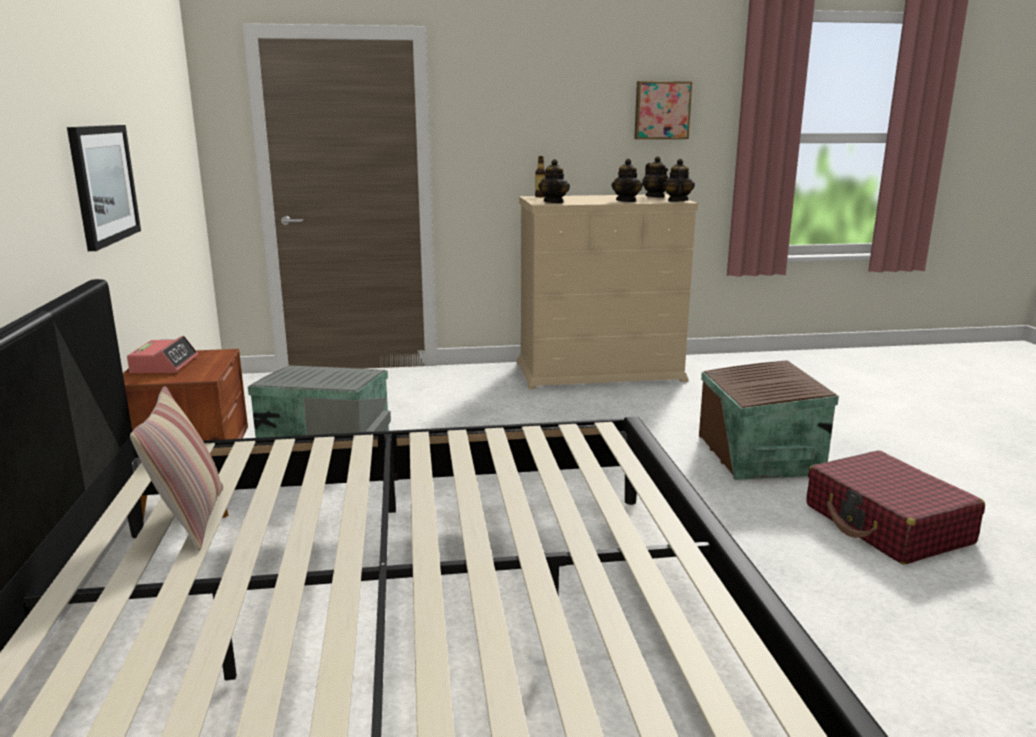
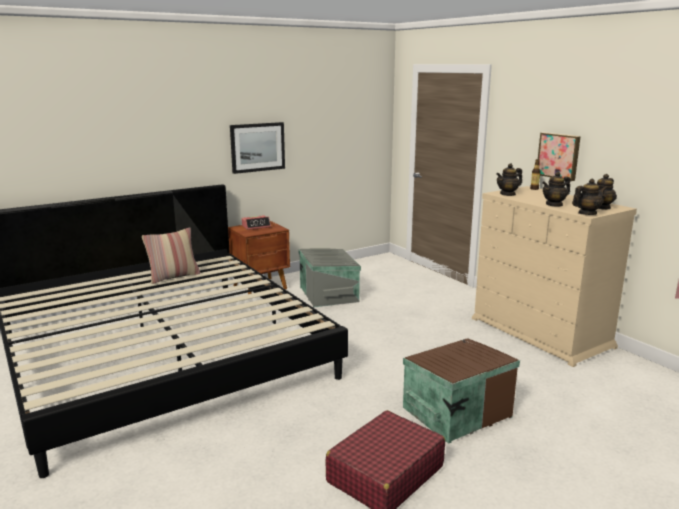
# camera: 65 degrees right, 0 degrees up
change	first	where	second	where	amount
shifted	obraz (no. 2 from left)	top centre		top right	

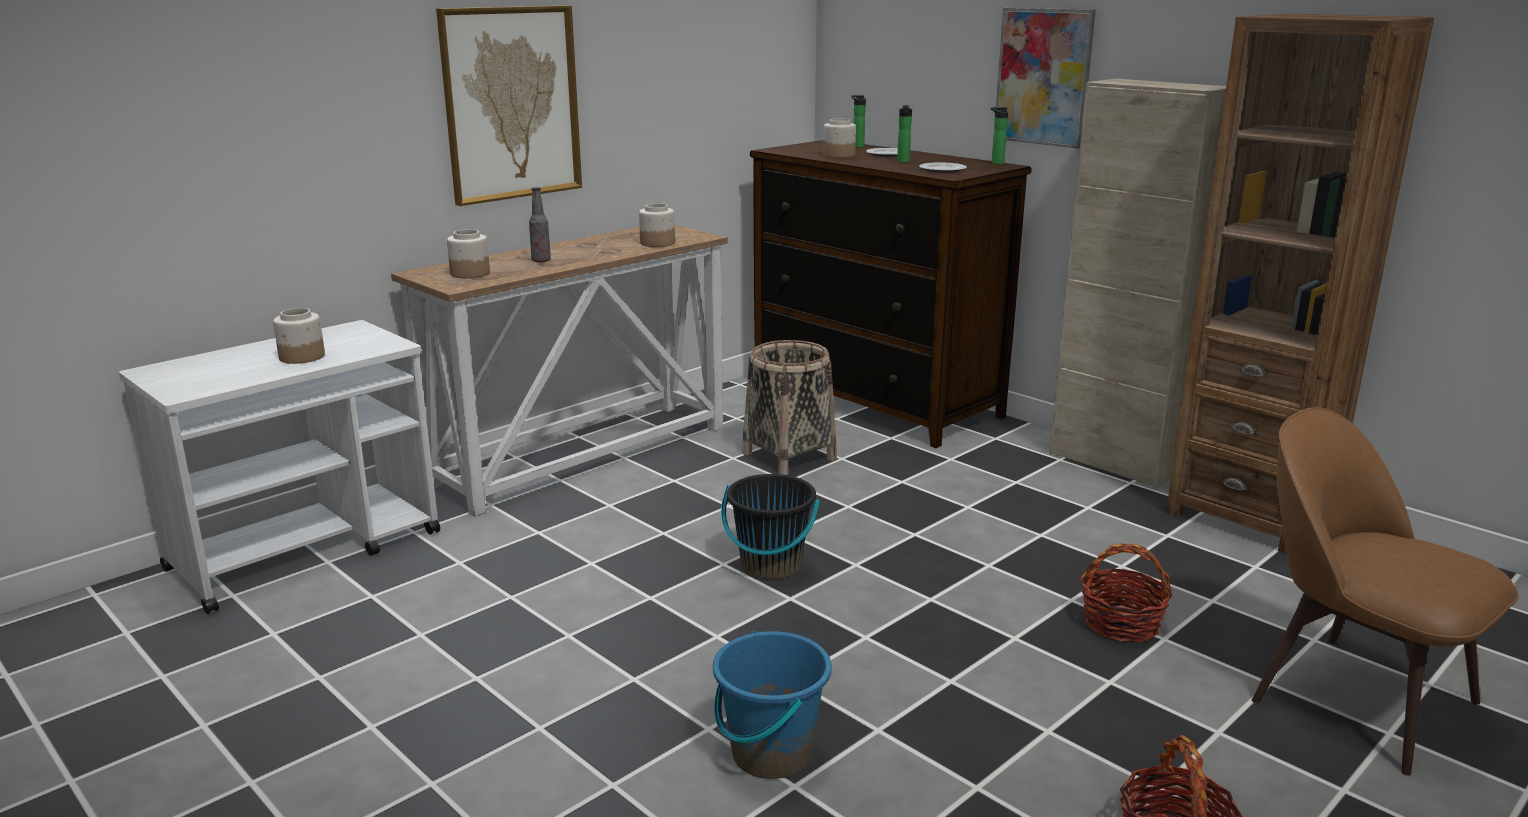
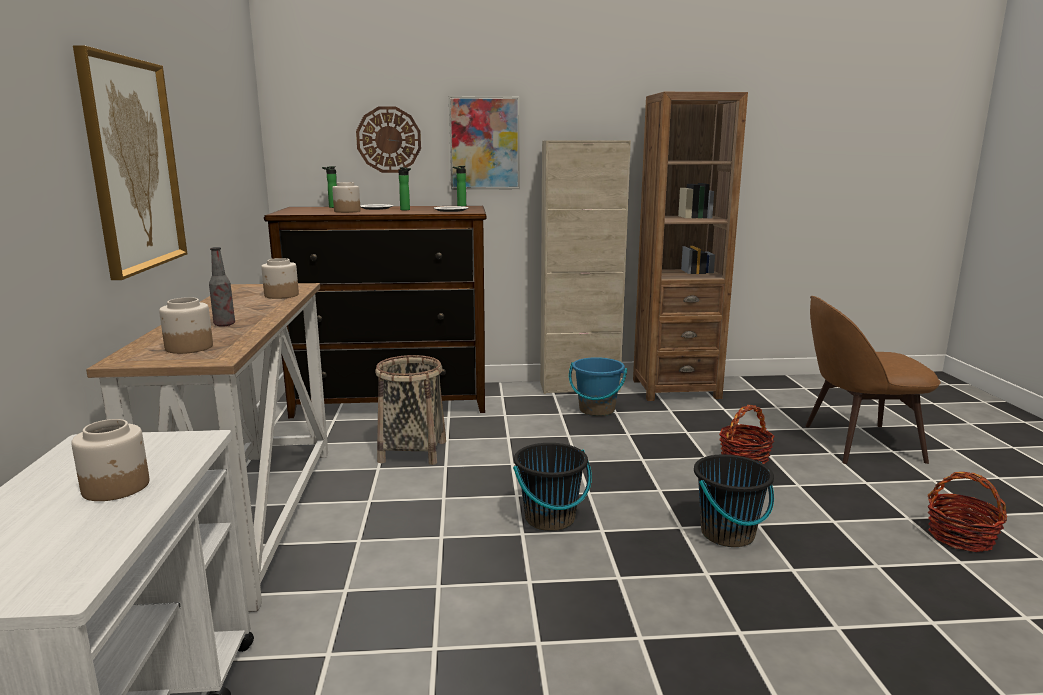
# camera: 50 degrees left, 5 degrees down
change	first	where	second	where	amount
new			zegar ścienny	top centre	
shifted	wiadro (niebieski)	bottom centre		centre	
new			wiadro (czarny) (no. 2 from left)	bottom right	

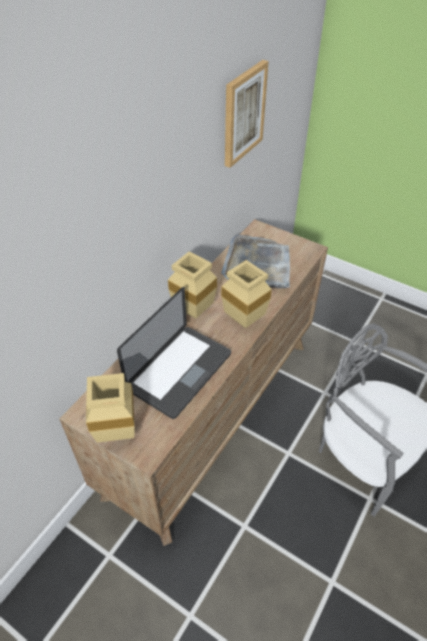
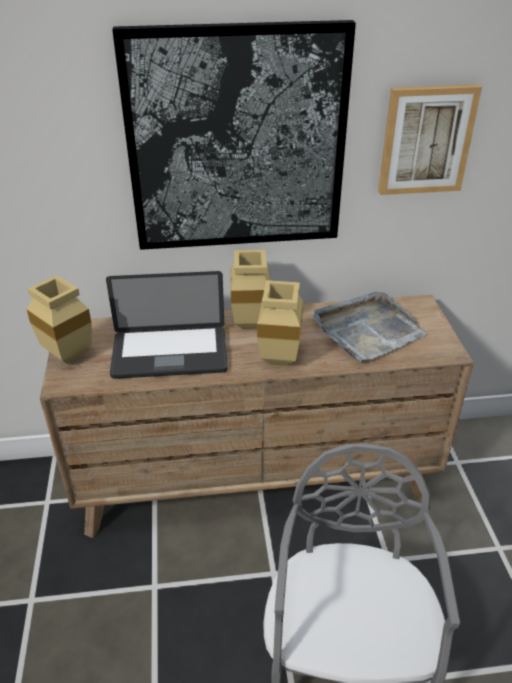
# camera: 50 degrees right, 10 degrees down
change	first	where	second	where	amount
new			obraz (no. 1 from left)	top centre	

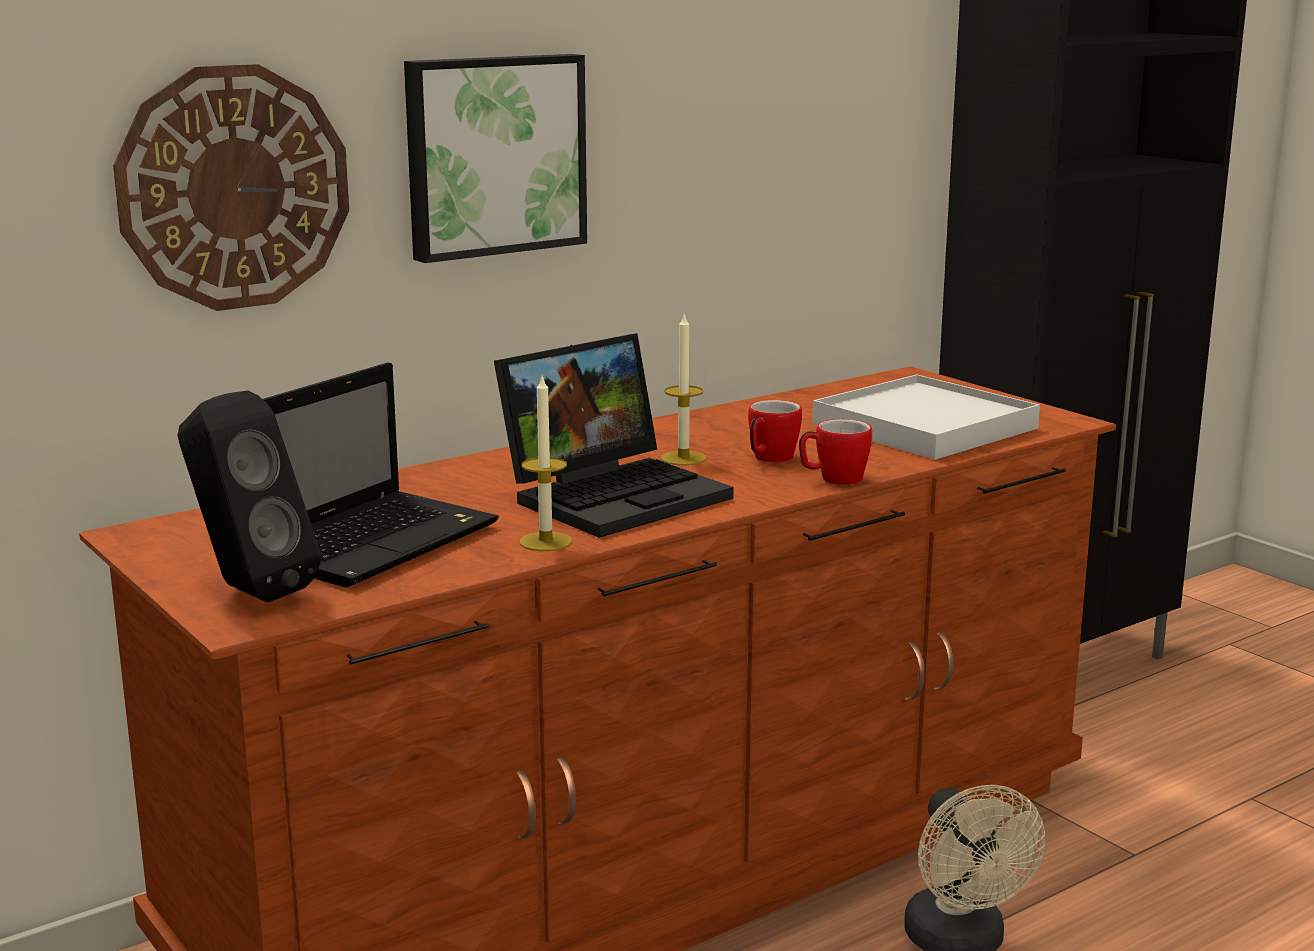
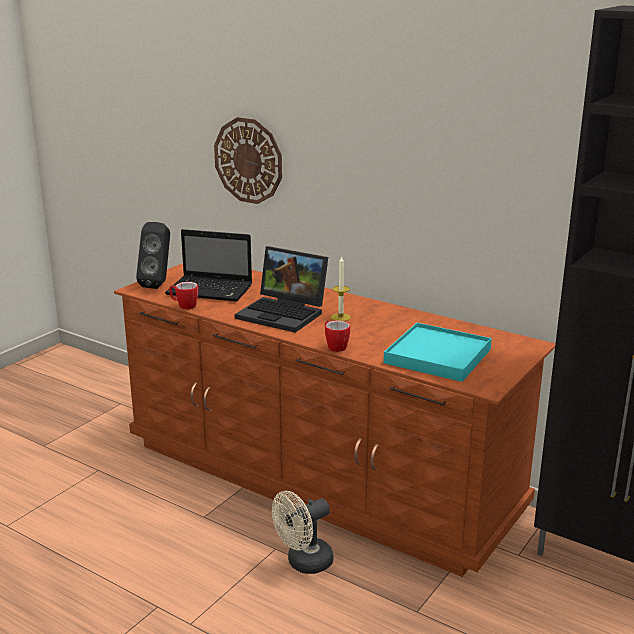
# camera: 70 degrees right, 5 degrees up
change	first	where	second	where	amount
shifted	kubek (no. 1 from left)	centre		middle left	
repainted	taca (biały)	middle right	taca (turkusowy)	middle right	
gone	obraz	top centre			
gone	świeca (no. 1 from left)	centre			

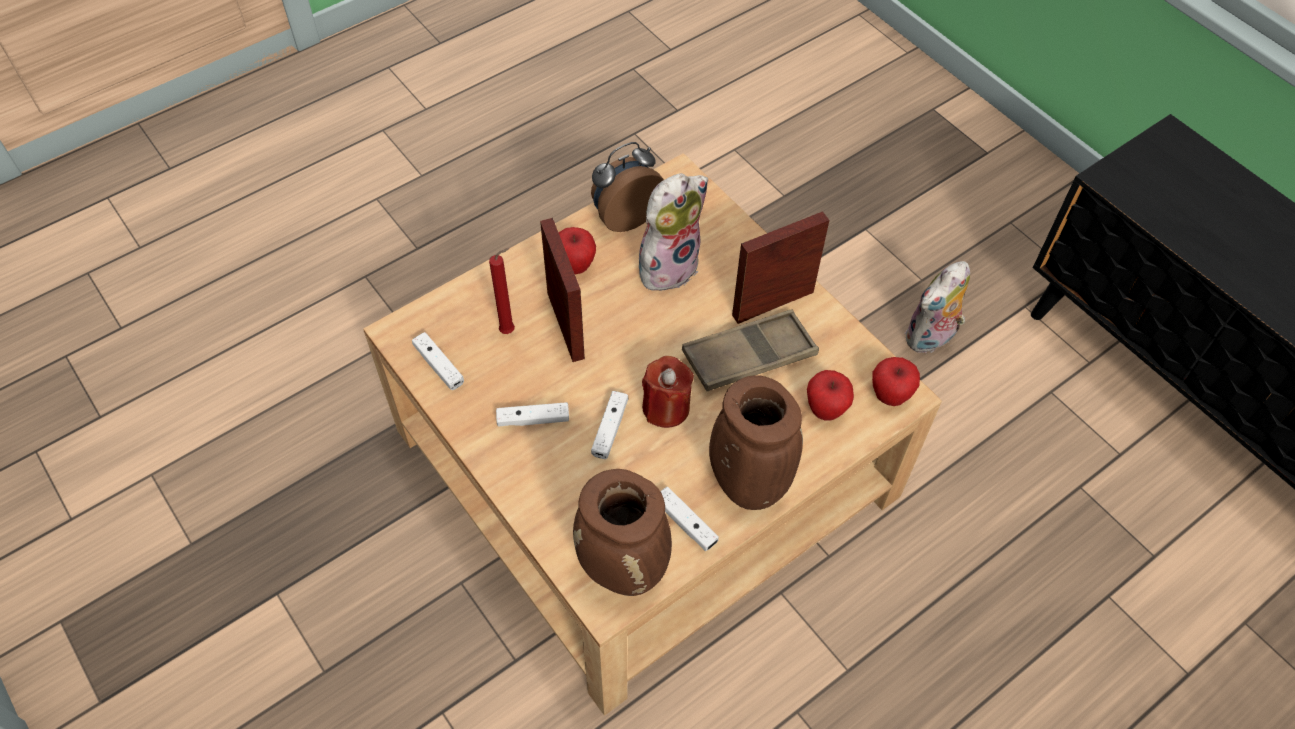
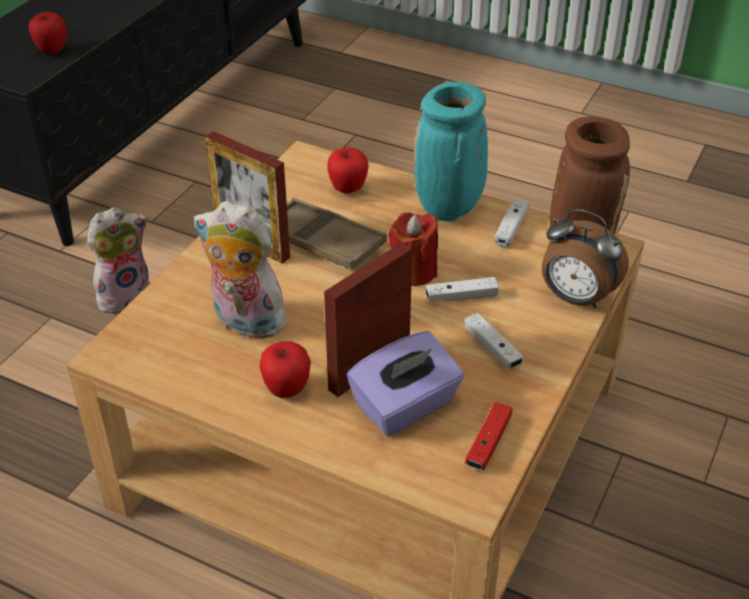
# camera: 115 degrees left, 15 degrees down
change	first	where	second	where	amount
shifted	jabłko (no. 3 from left in the first image)	middle right	jabłko (no. 1 from left)	top left	
rotated	pluszak (no. 2 from left in the first image)	middle right	pluszak (no. 1 from left)	middle left	60 degrees counterclockwise
swapped	świeca (czerwony) (no. 1 from left)	centre	pudełko chusteczek (fioletowy)	centre	
repainted	wazon (brązowy) (no. 2 from left)	centre	wazon (turkusowy)	top centre	
repainted	pad do gier (biały) (no. 1 from left)	centre	pad do gier (czerwony)	bottom centre	
shifted	budzik	top centre		middle right	

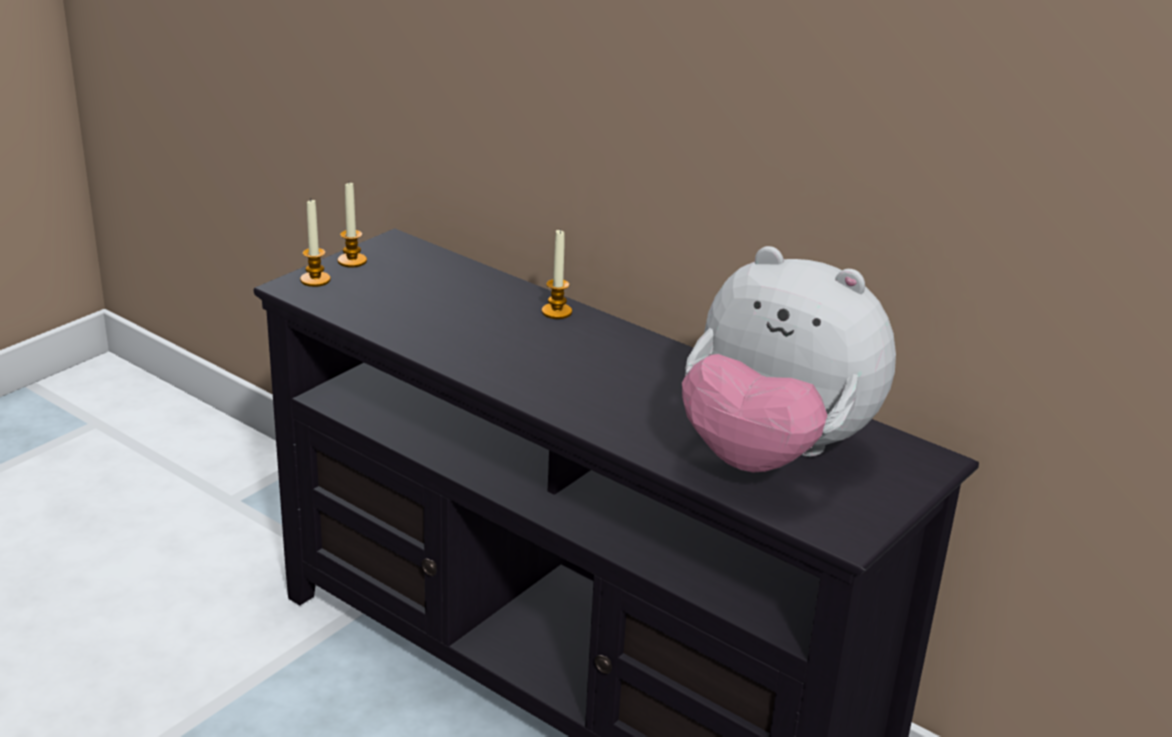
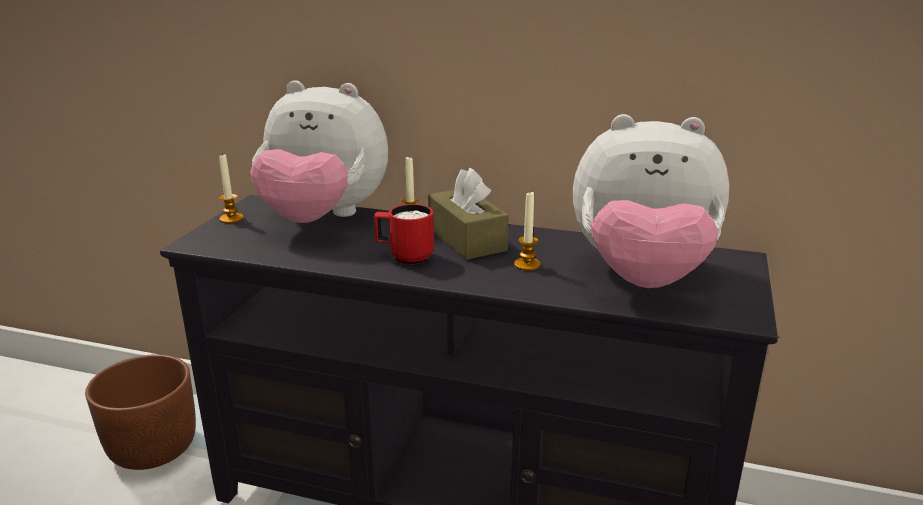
# camera: 20 degrees left, 5 degrees down
change	first	where	second	where	amount
new			donica (brązowy)	bottom left	
new			pluszak (no. 1 from left)	top centre	
new			kubek (czerwony)	centre	
new			pudełko chusteczek (brązowy)	centre	
shifted	świeca (no. 1 from left in the first image)	top left	świeca (no. 3 from left)	centre	

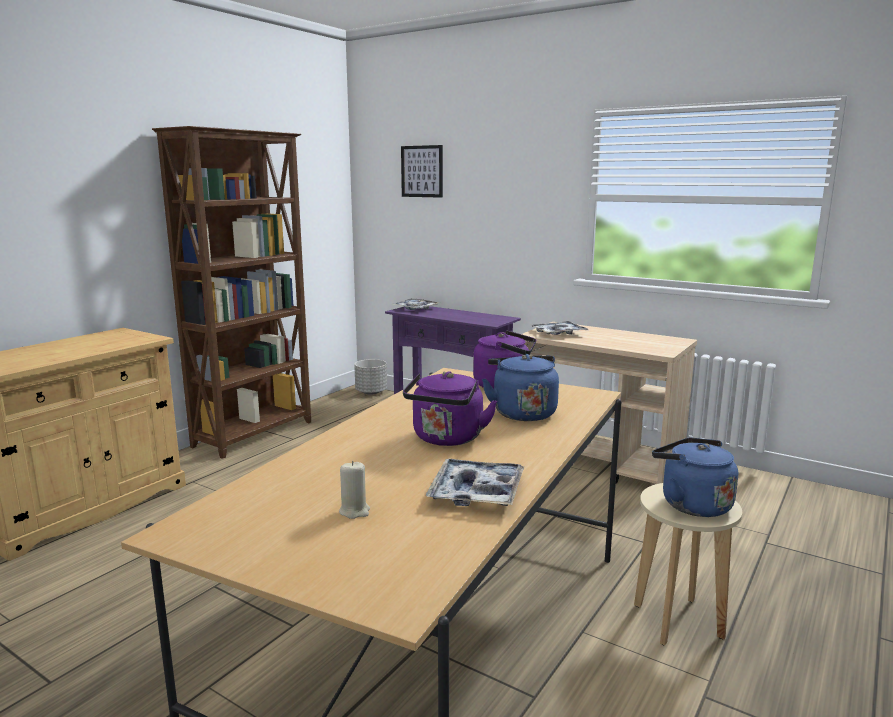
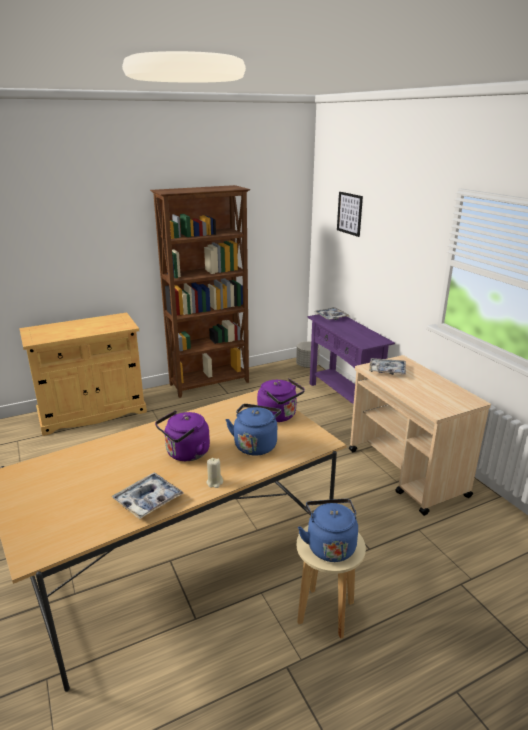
# camera: 30 degrees right, 10 degrees up
change	first	where	second	where	amount
shifted	świeca (beżowy)	bottom centre		centre	

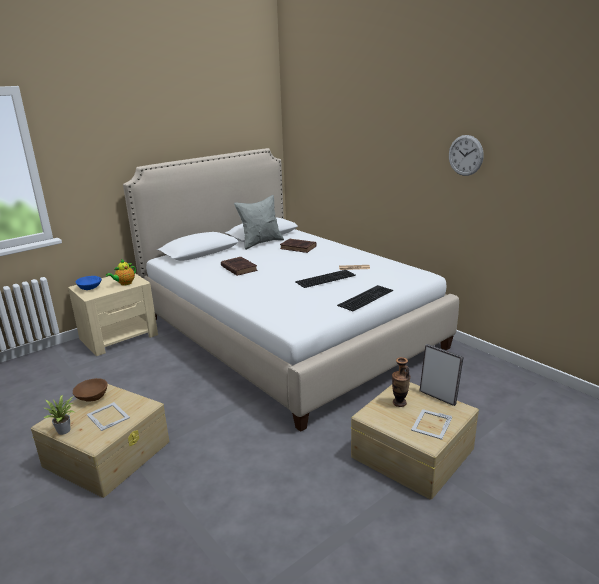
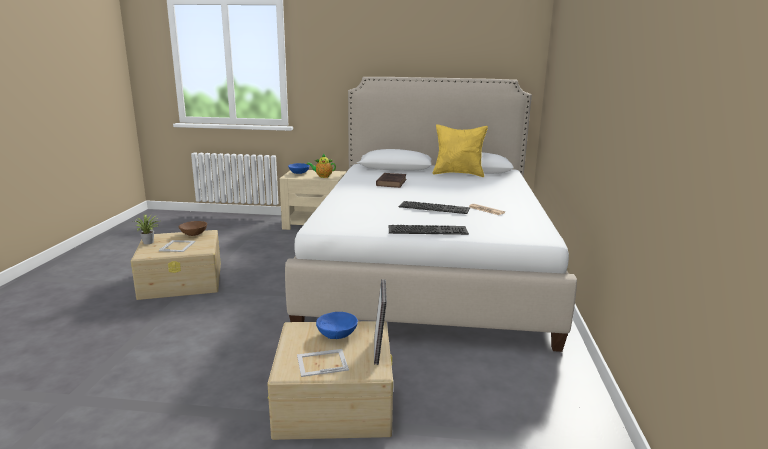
# camera: 45 degrees right, 5 degrees down
change	first	where	second	where	amount
swapped	wazon	middle right	miska (niebieski) (no. 2 from left)	bottom centre	
repainted	poduszka (szary)	centre	poduszka (żółty)	centre	
gone	książka (brązowy) (no. 2 from left)	centre			
gone	zegar ścienny	top right			

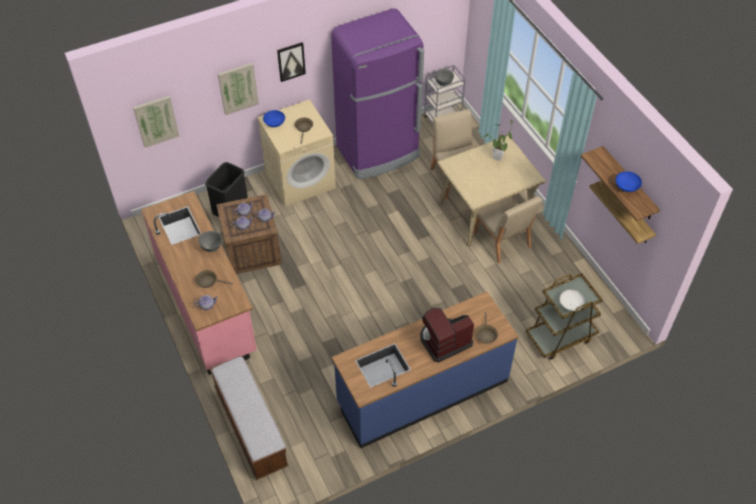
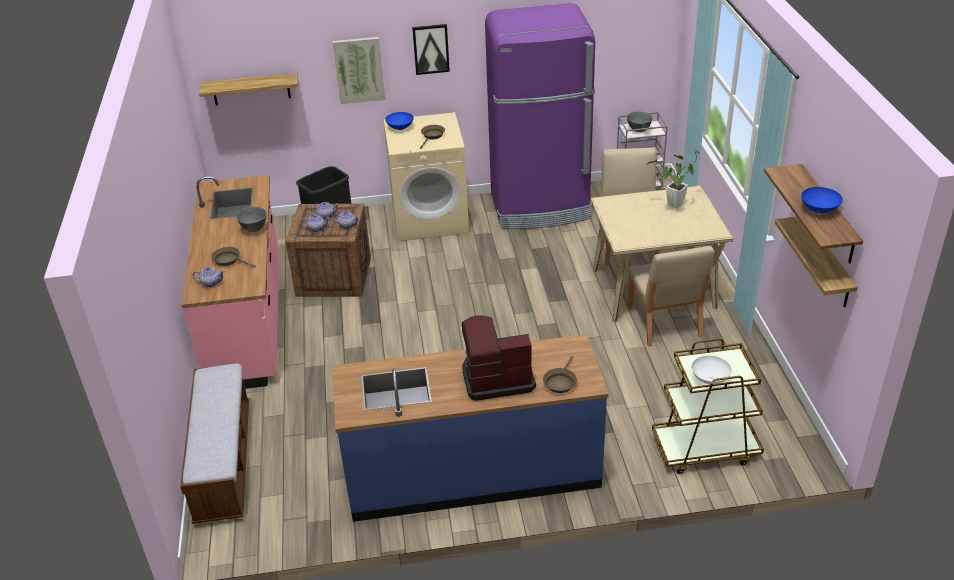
# camera: 20 degrees right, 15 degrees down
change	first	where	second	where	amount
swapped	obraz (no. 1 from left)	top left	półka (no. 1 from left)	top left	

